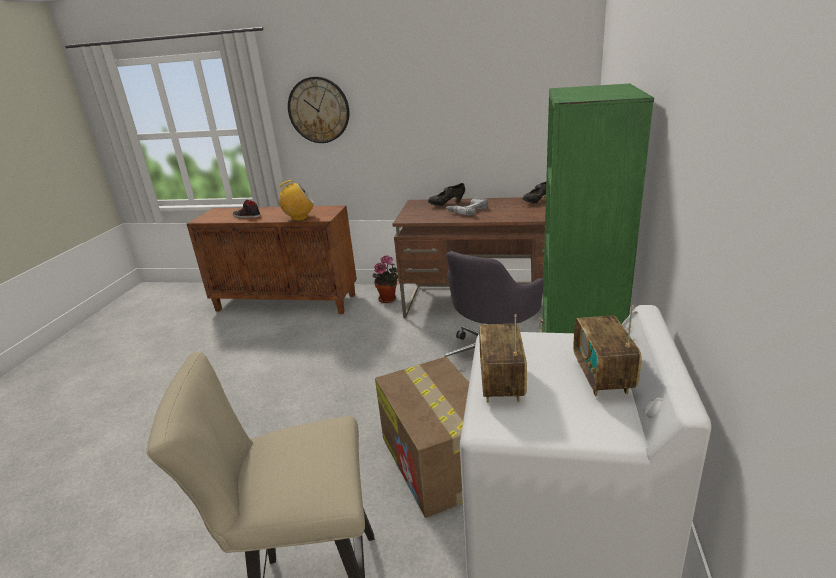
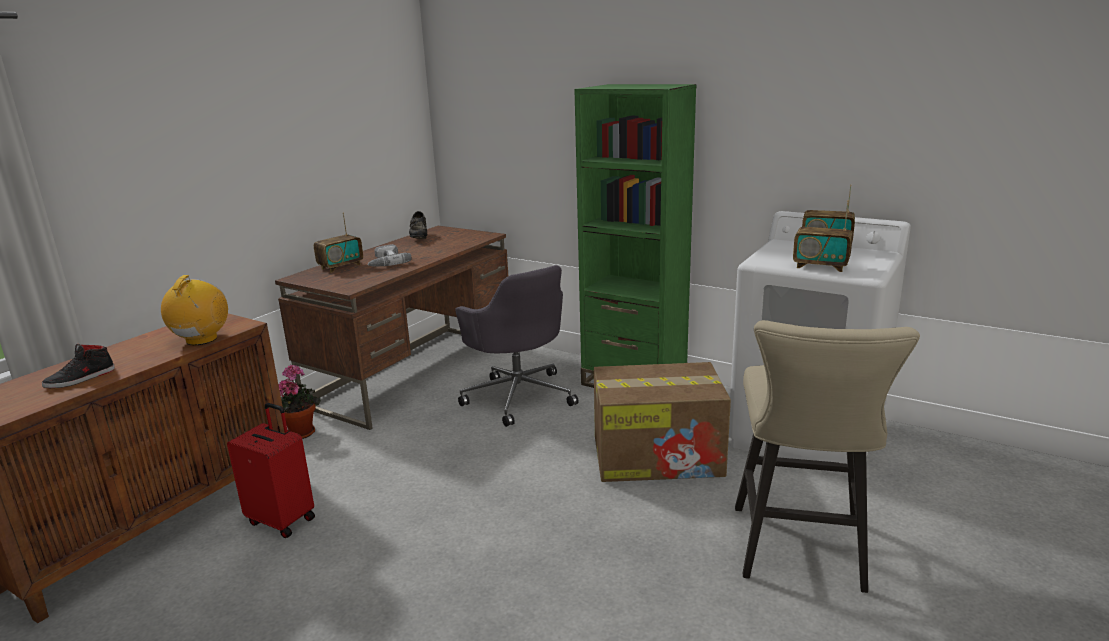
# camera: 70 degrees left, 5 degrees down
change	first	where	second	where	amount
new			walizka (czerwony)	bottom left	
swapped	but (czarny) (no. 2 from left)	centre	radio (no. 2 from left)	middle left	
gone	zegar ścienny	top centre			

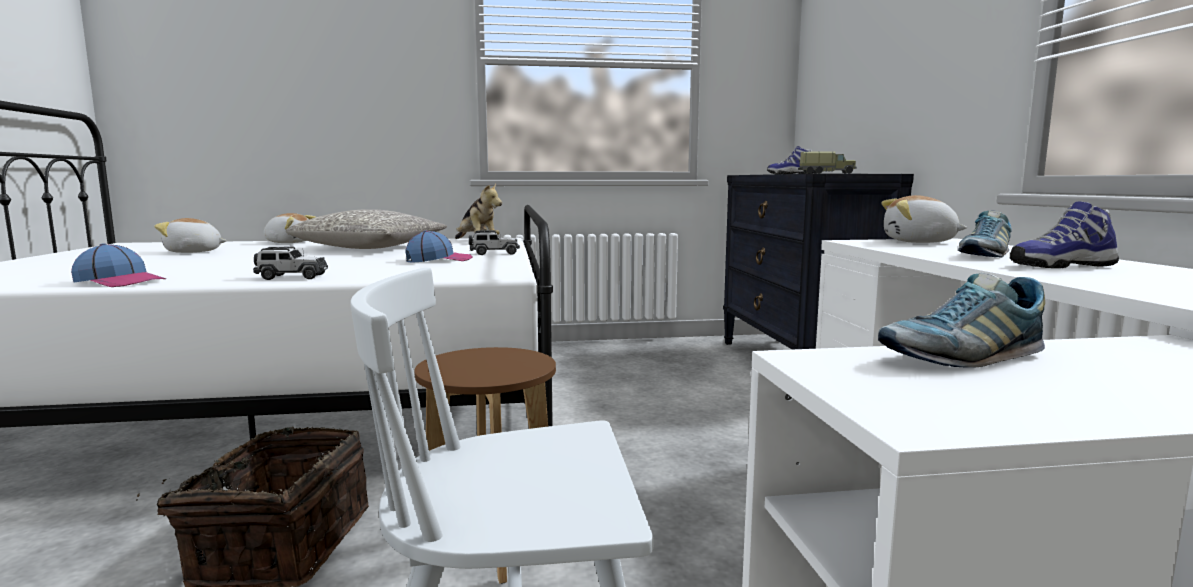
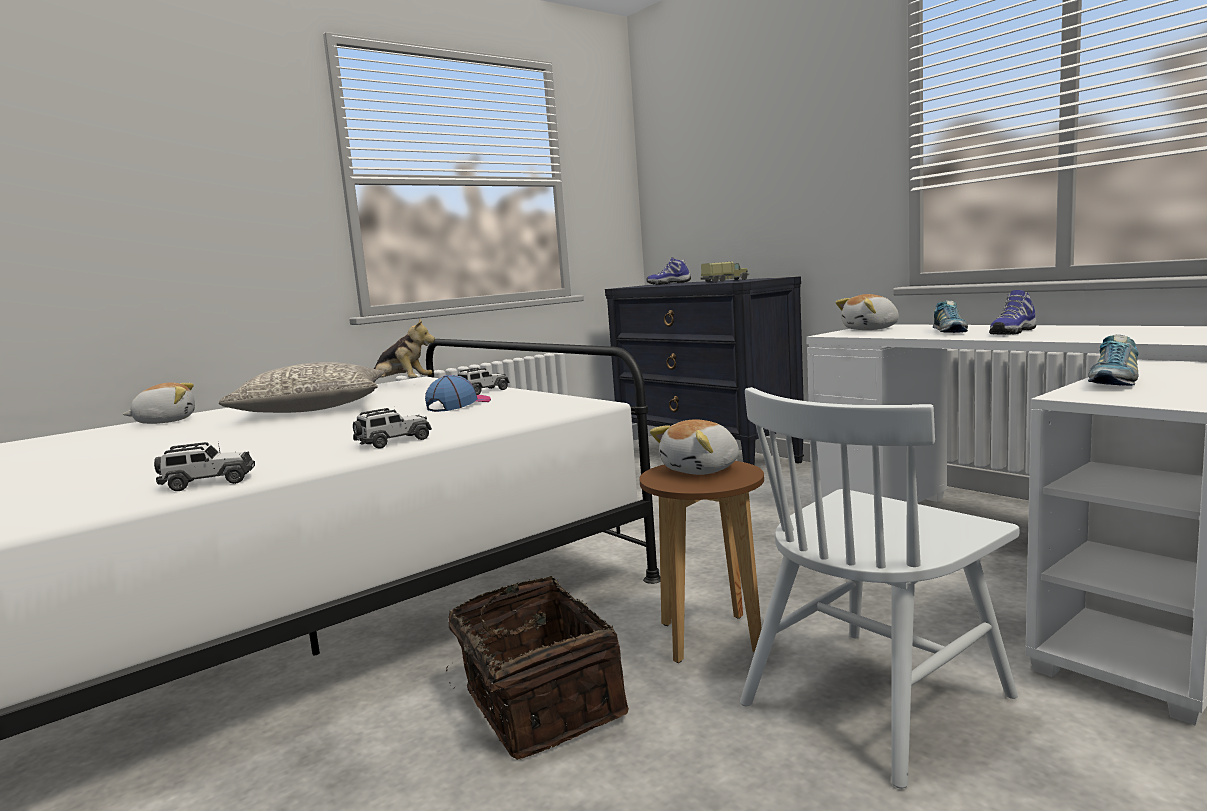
# camera: 30 degrees left, 0 degrees up
change	first	where	second	where	amount
swapped	czapka z daszkiem (no. 1 from left)	middle left	samochodzik (no. 1 from left)	middle left	
shifted	pluszak (no. 1 from left in the first image)	middle left	pluszak (no. 3 from left)	centre	

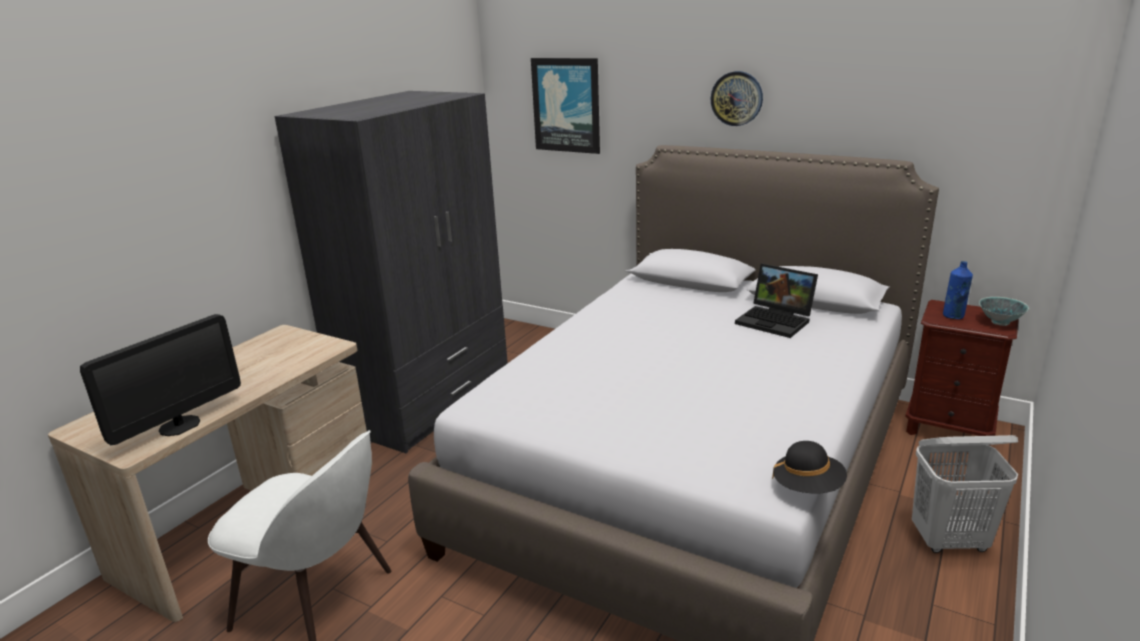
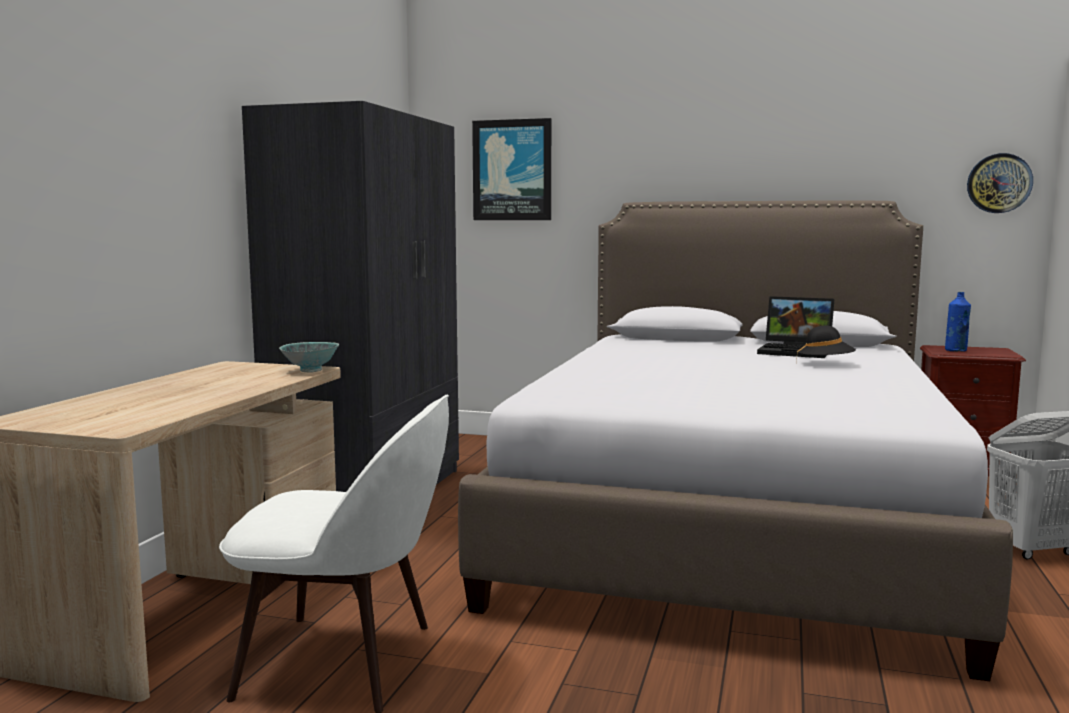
# camera: 15 degrees left, 15 degrees down
change	first	where	second	where	amount
shifted	miska	middle right		middle left	
shifted	kapelusz (czarny)	bottom right		middle right	
shifted	zegar ścienny	top centre		top right	
gone	monitor	middle left			

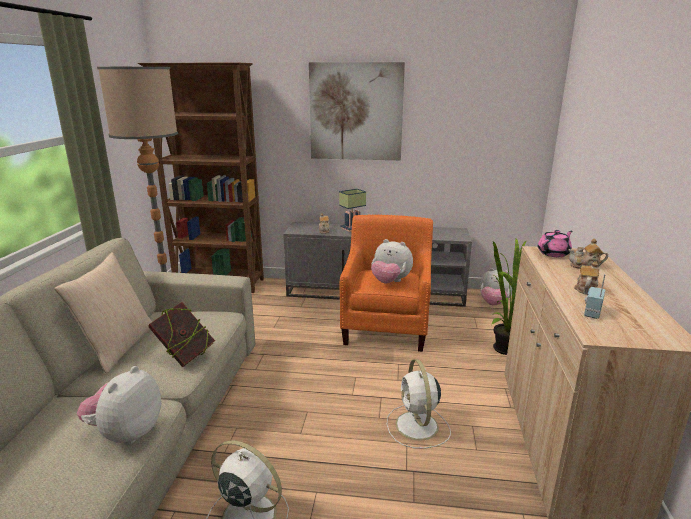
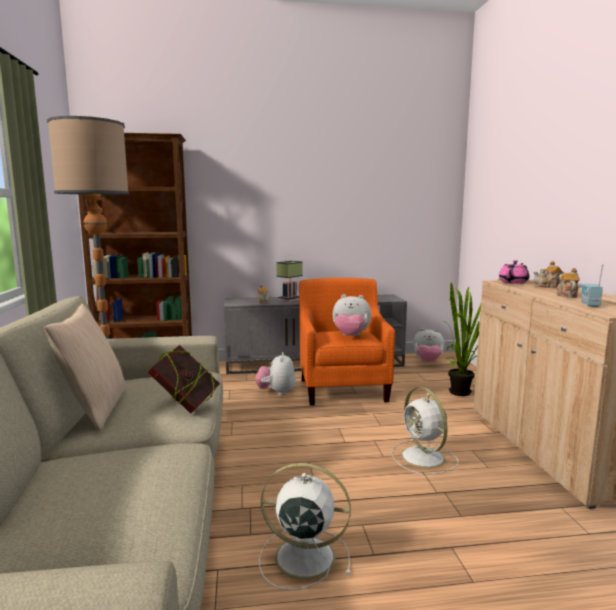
# camera: 15 degrees left, 10 degrees down
change	first	where	second	where	amount
shifted	pluszak (no. 1 from left)	bottom left		centre	
gone	obraz	top centre			

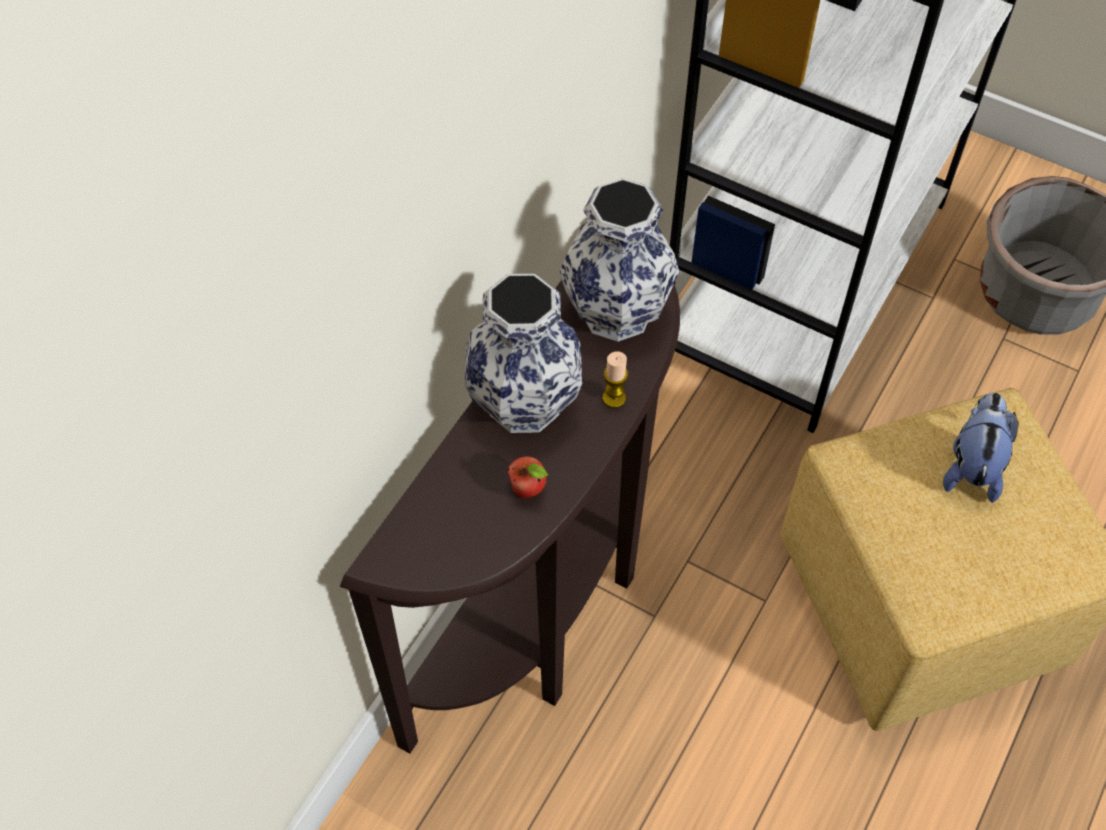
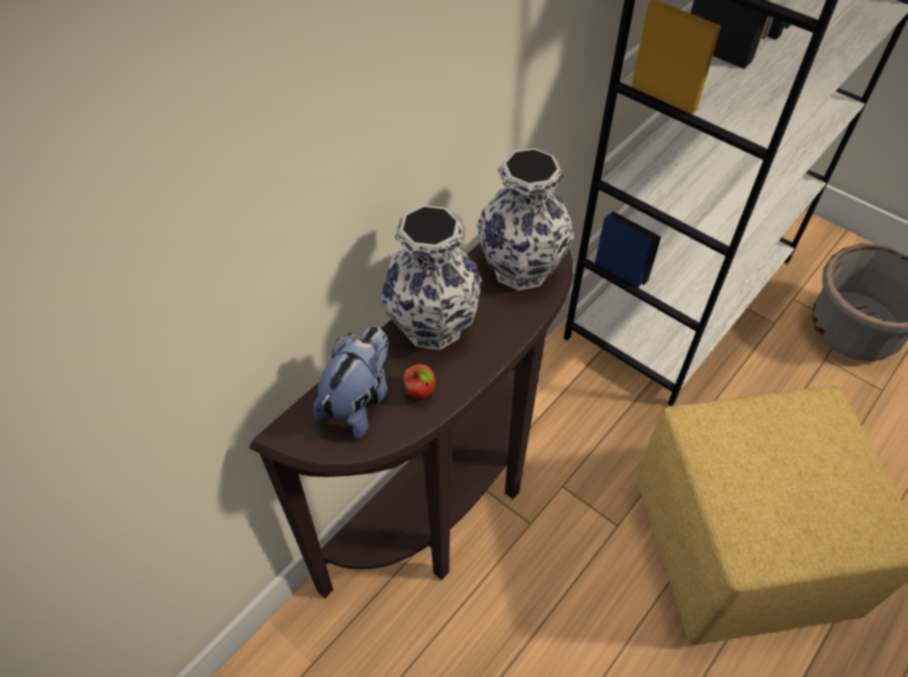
# camera: 10 degrees right, 5 degrees down
change	first	where	second	where	amount
shifted	pluszak	middle right		centre	
gone	świeca	centre			

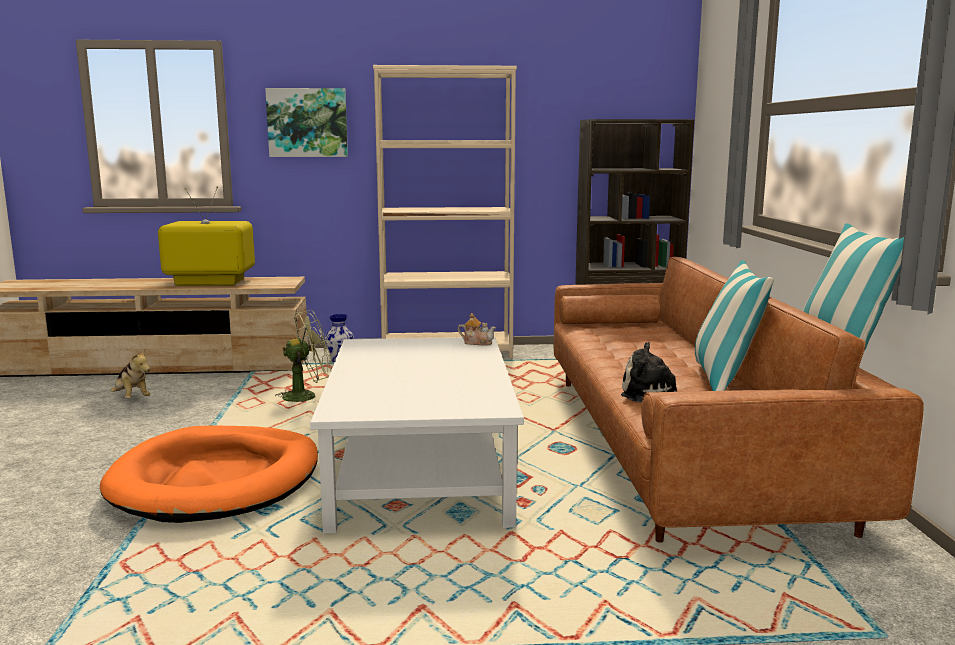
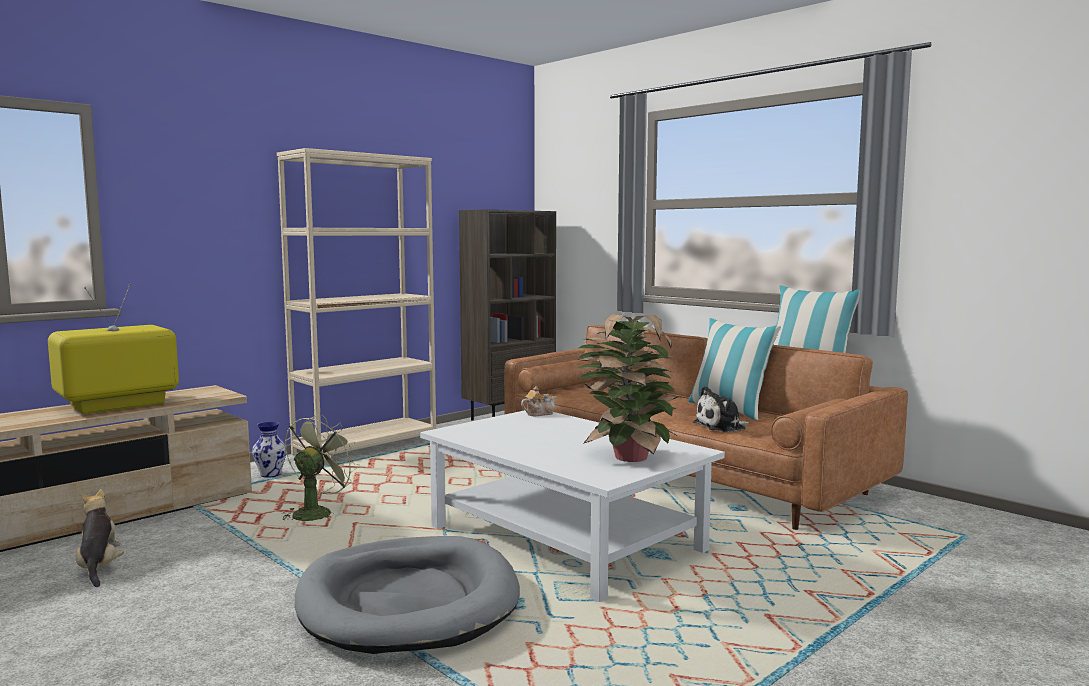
# camera: 40 degrees left, 5 degrees down
change	first	where	second	where	amount
rotated	pluszak (no. 1 from left)	middle left		bottom left	120 degrees counterclockwise
repainted	legowisko (pomarańczowy)	bottom left	legowisko (szary)	bottom centre	
new			roślina doniczkowa	centre	
gone	obraz	top left			

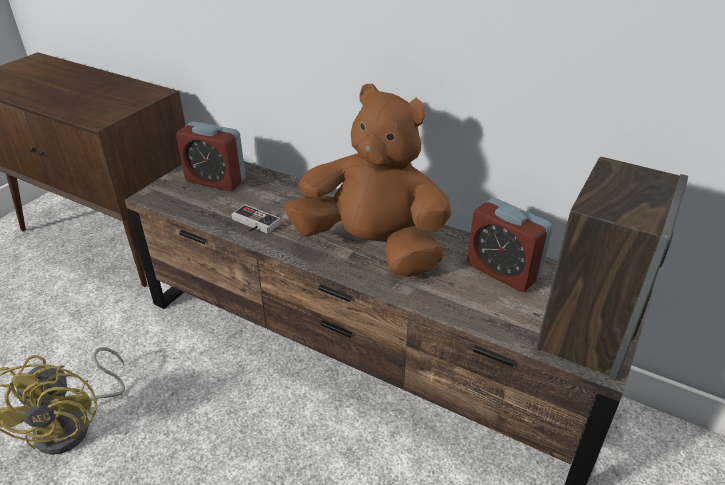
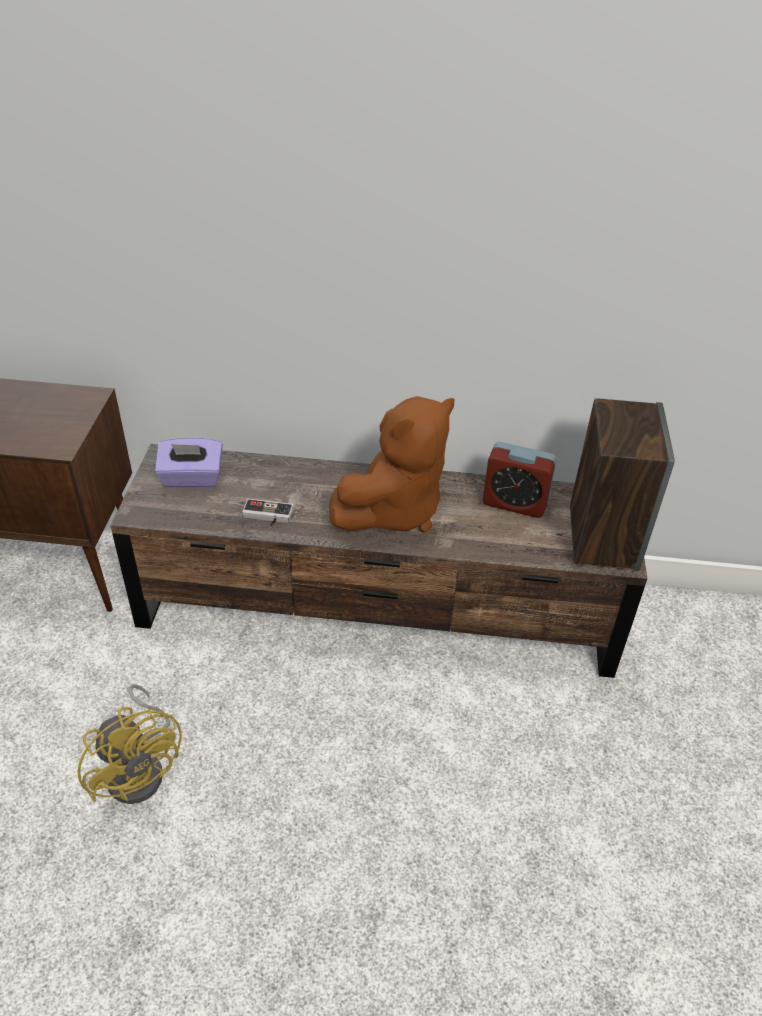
# camera: 25 degrees left, 5 degrees up
change	first	where	second	where	amount
swapped	budzik (no. 1 from left)	top left	pudełko chusteczek (fioletowy)	middle left	
rotated	pluszak (brązowy)	centre		centre	135 degrees clockwise

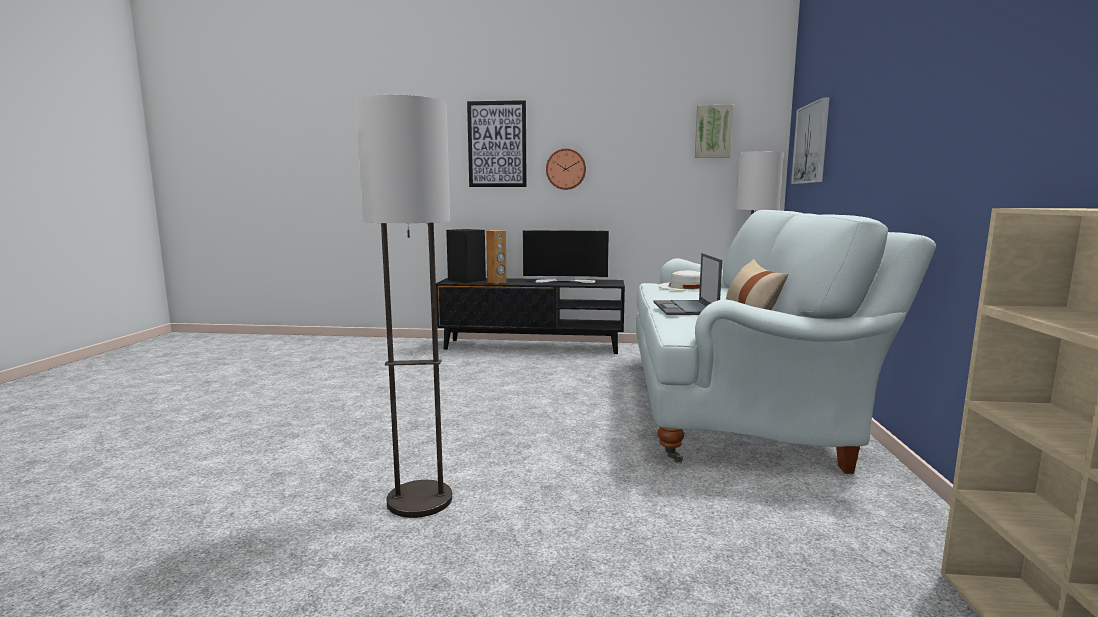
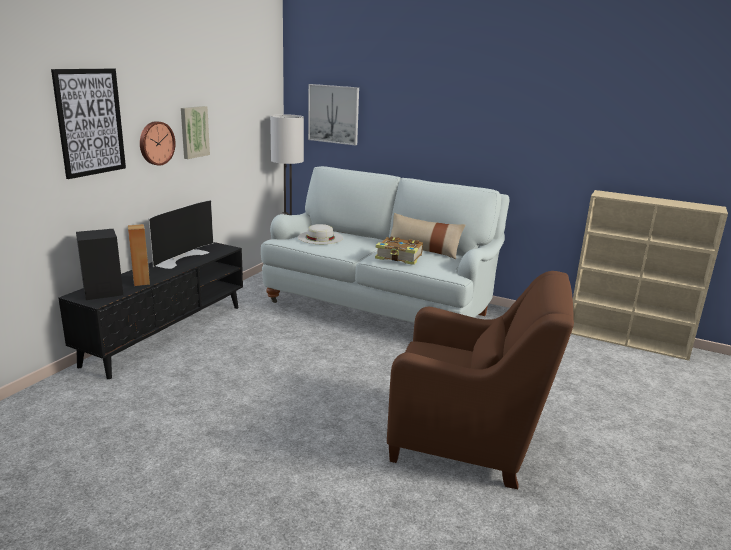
# camera: 70 degrees left, 10 degrees up
change	first	where	second	where	amount
shifted	obraz (no. 2 from left)	top centre		top left	
swapped	laptop	centre	książka	centre	
swapped	lampa stojąca (no. 1 from left)	centre	fotel (brązowy)	bottom centre	

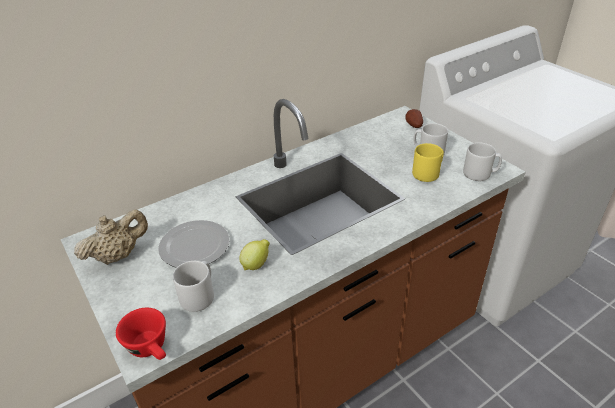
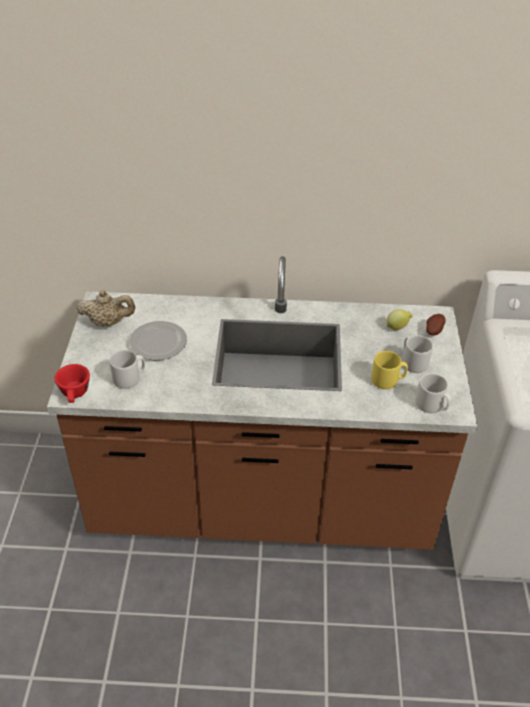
# camera: 35 degrees right, 5 degrees up
change	first	where	second	where	amount
shifted	cytryna	centre		middle right	

